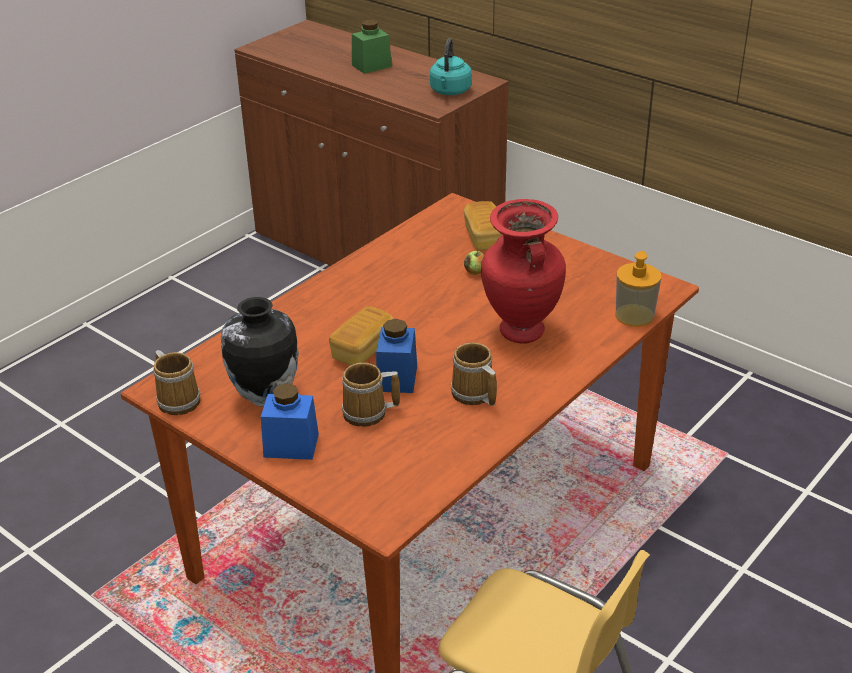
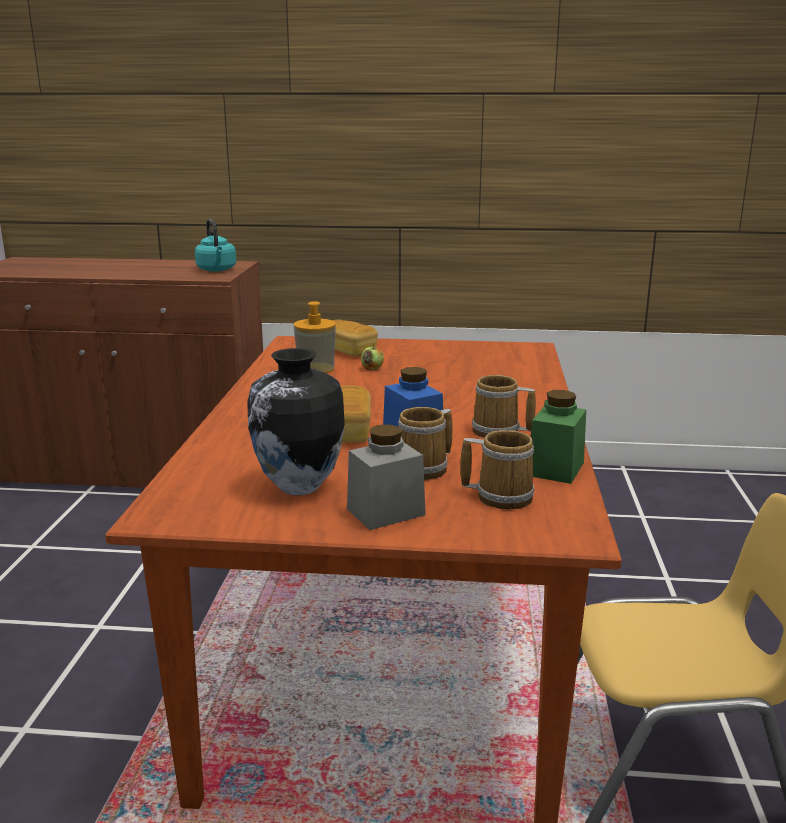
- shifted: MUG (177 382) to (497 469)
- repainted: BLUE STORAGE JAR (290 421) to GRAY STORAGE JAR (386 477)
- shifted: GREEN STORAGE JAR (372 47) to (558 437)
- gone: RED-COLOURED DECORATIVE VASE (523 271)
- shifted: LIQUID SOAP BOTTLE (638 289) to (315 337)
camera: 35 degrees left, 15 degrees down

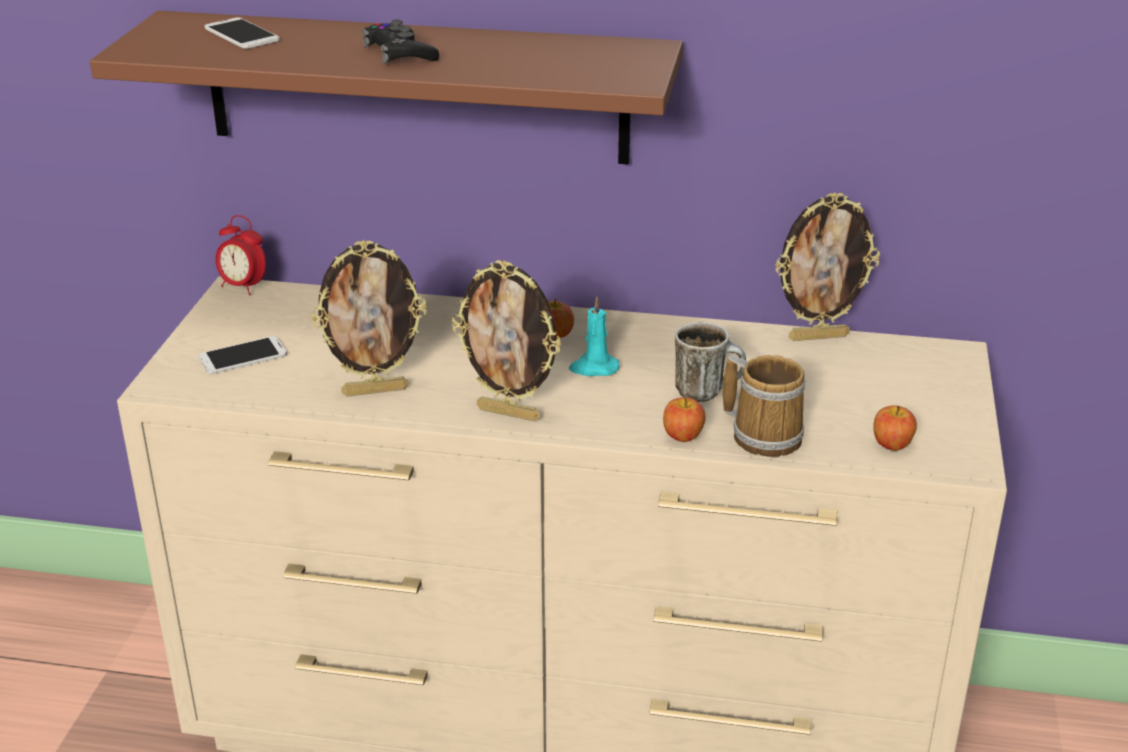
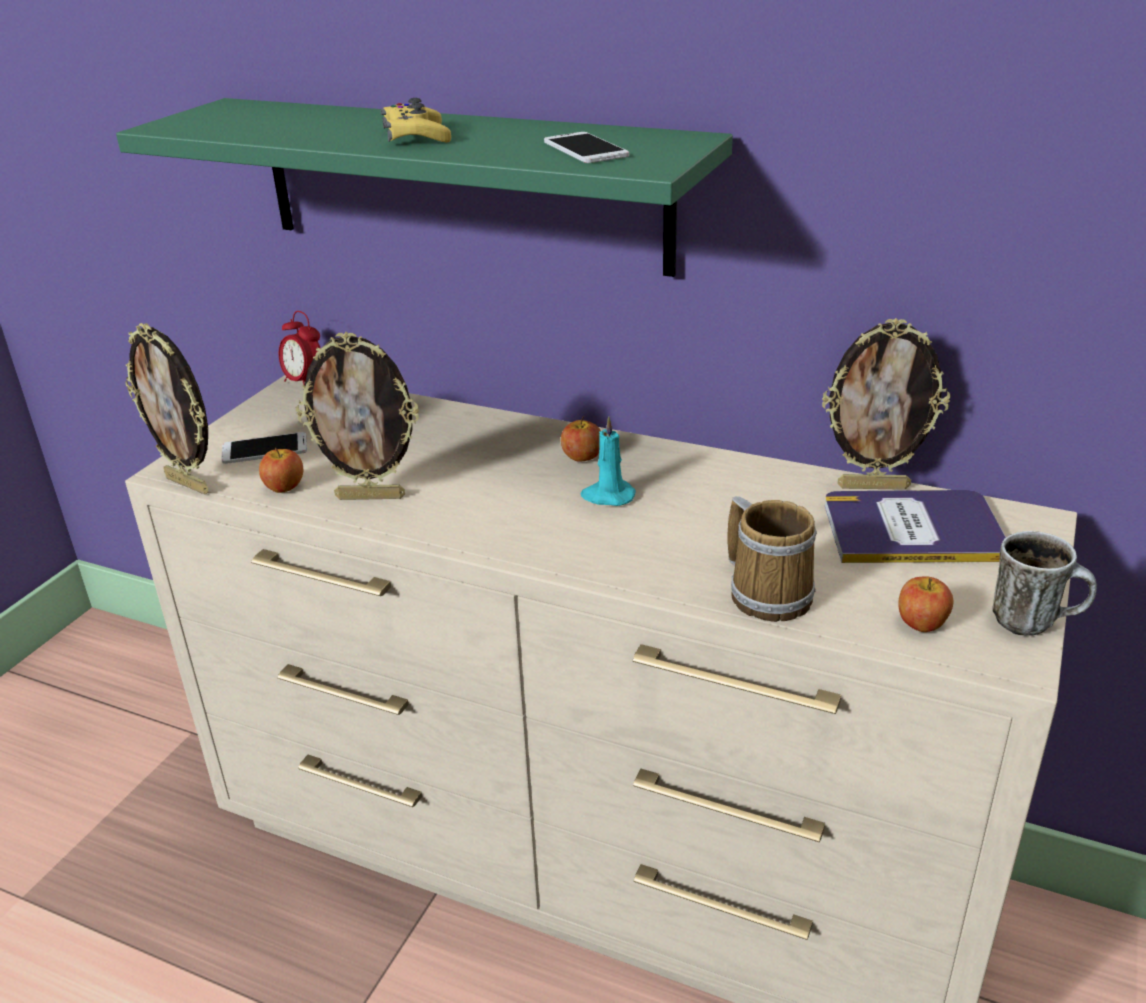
- repainted: BROWN-COLOURED WALL SHELF (386 88) to GREEN WALL SHELF (424 187)
- shifted: TELEPHONE (242 33) to (586 147)
- repainted: BLACKISH GAME CONTROLLER (400 41) to YELLOW GAME CONTROLLER (415 120)
- shifted: PHOTO FRAME (506 340) to (167 409)
- shifted: WHOLE APPLE (684 419) to (281 470)
- shifted: MUG (710 362) to (1044 583)
- new: VOLUME (915 526)
camera: 15 degrees right, 0 degrees up

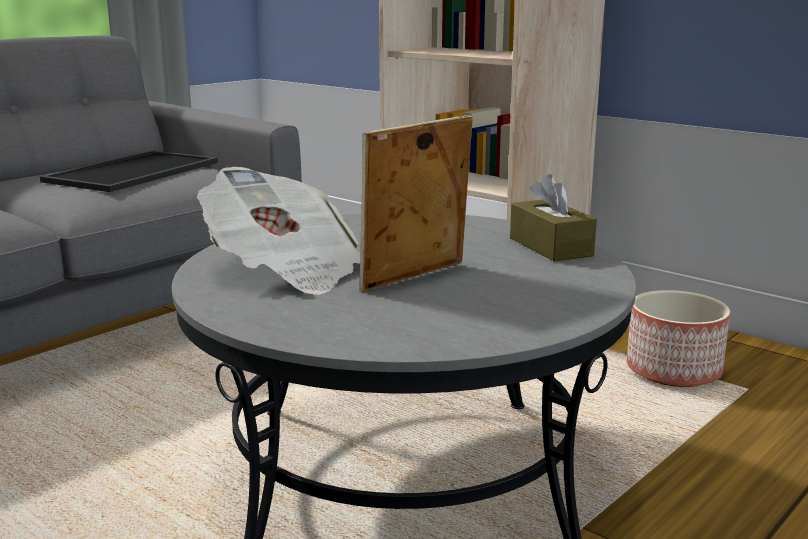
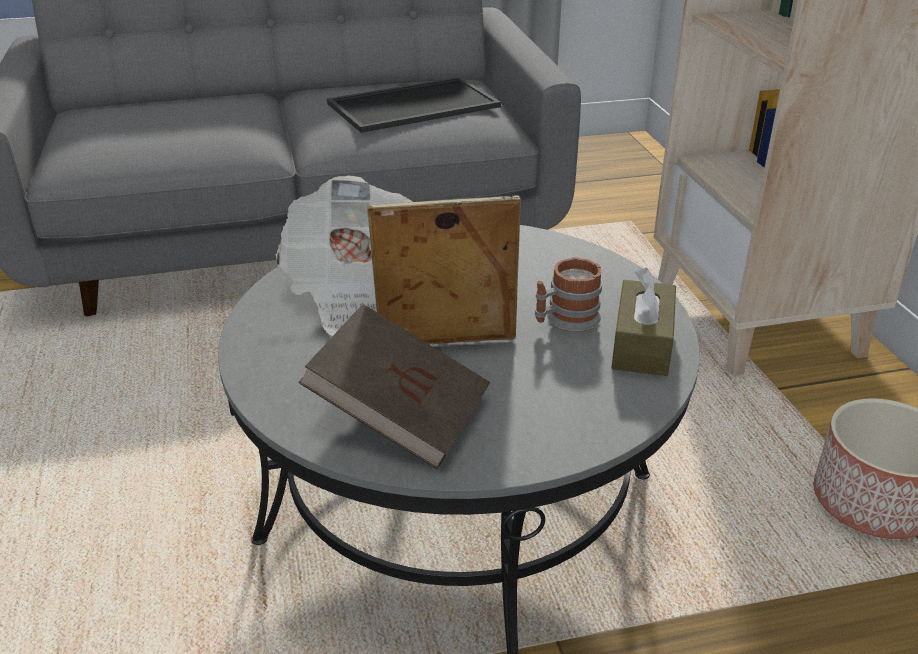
- new: BROWN-COLOURED VOLUME (394 386)
- new: MUG (569 294)
camera: 35 degrees right, 15 degrees up

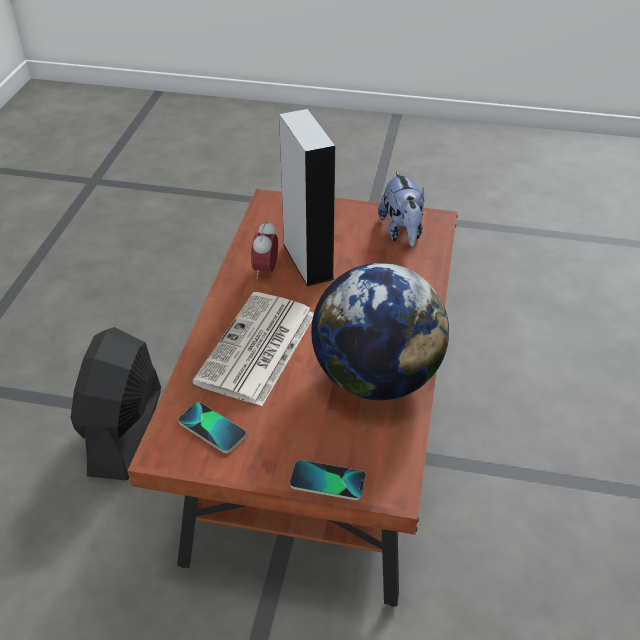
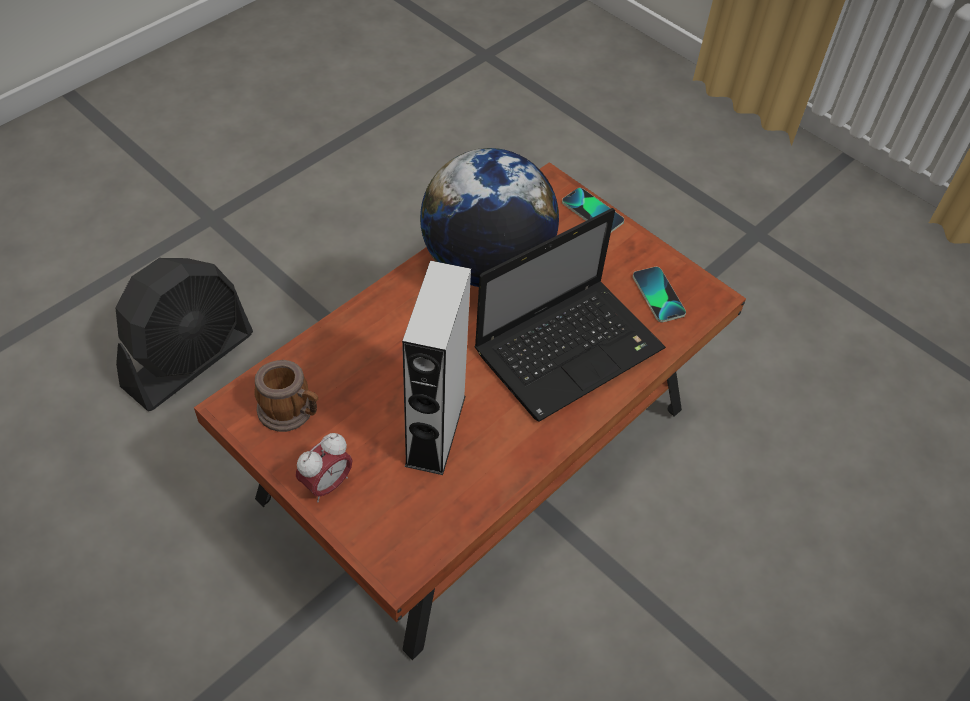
- shifted: BLACKISH COOLING FAN (116 404) to (184 334)
- swapped: PRINTED PAPER (253 349) to NOTEBOOK COMPUTER (570 315)
- shifted: ALARM CLOCK (264 250) to (324 467)
- swapped: SOFT TOY (401 209) to MUG (286 396)
camera: 150 degrees left, 10 degrees up

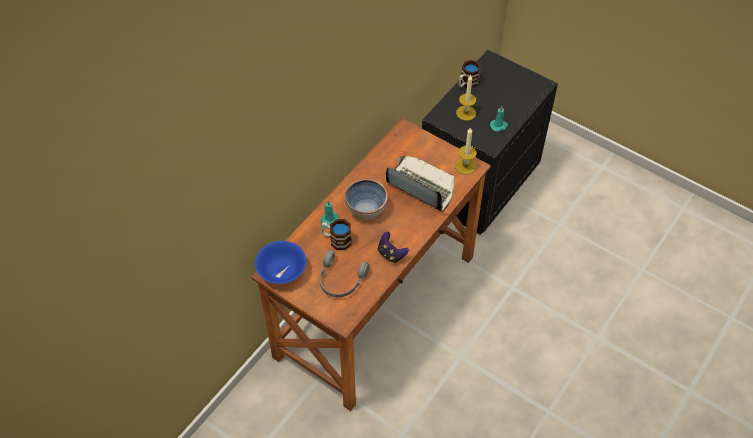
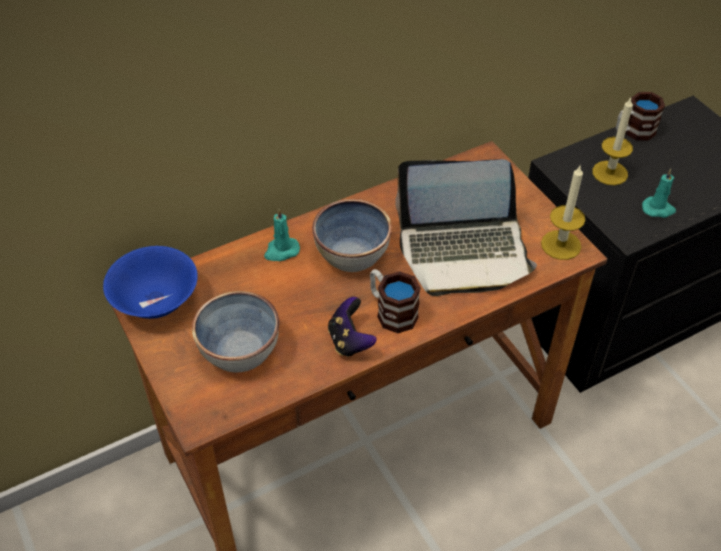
- swapped: GRAY HEADPHONES (344 273) to SERVING BOWL (235 332)
- shifted: MUG (336 234) to (395 301)
- rotated: NOTEBOOK COMPUTER (420 184) = (466 227) 120 degrees clockwise
camera: 25 degrees right, 5 degrees down

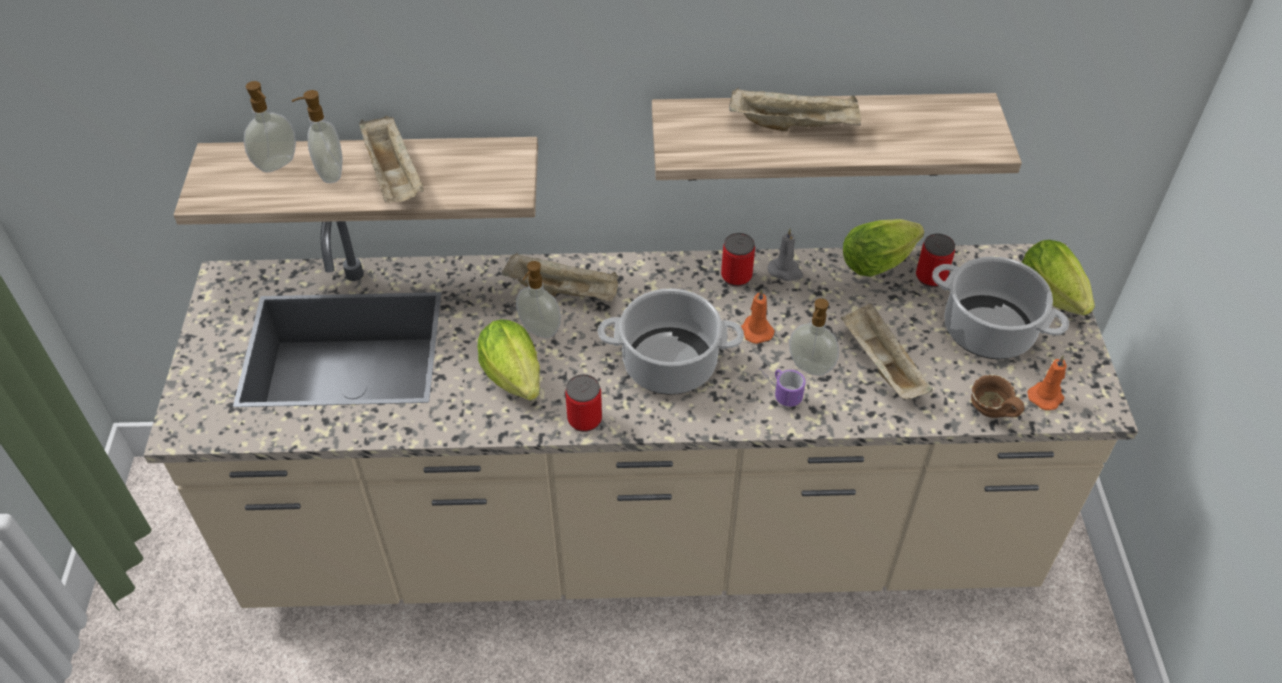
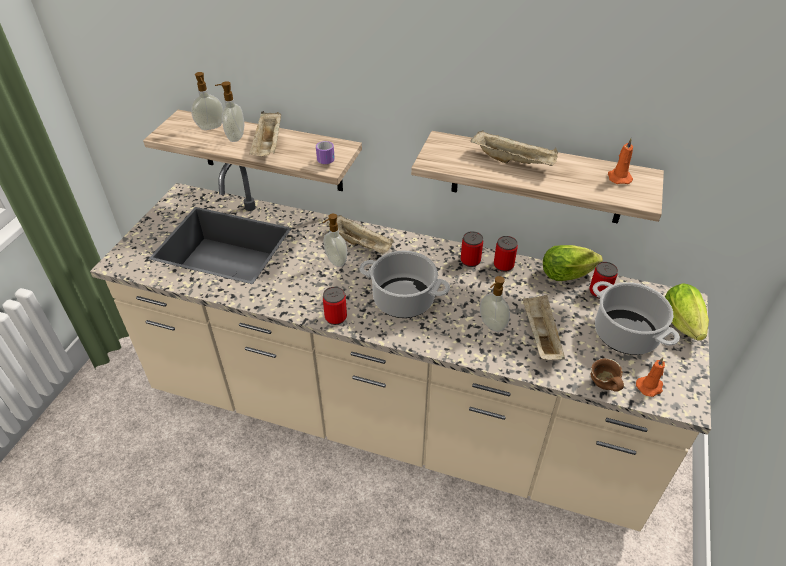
- gone: HEAD OF LETTUCE (509 360)
- shifted: ORANGEY WAX CANDLE (758 316) to (620 161)
- shifted: MUG (782 387) to (325 152)
- swapped: GRAY WAX CANDLE (785 254) to CAN (506 254)
camera: 20 degrees right, 5 degrees down

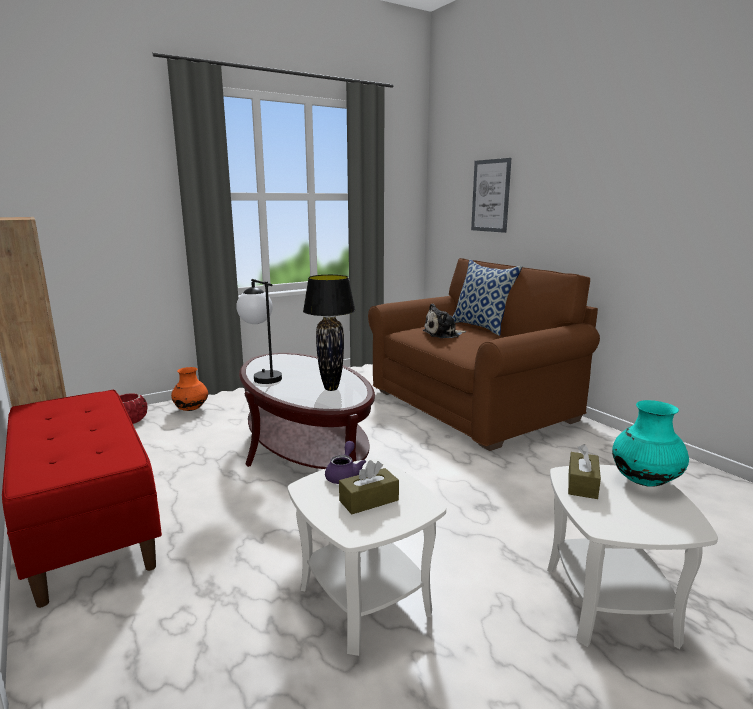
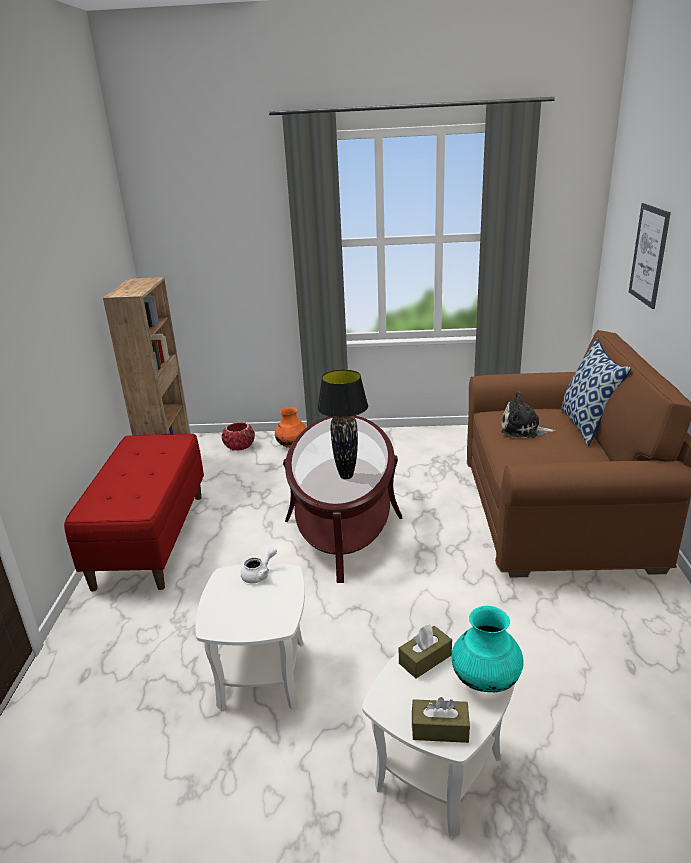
- gone: TABLE LAMP (259 331)
- repainted: PURPLISH TEA POT (345 462) to WHITISH TEA POT (259 565)
- shifted: BROWN-COLOURED BOX OF TISSUES (369 487) to (441 720)
camera: 35 degrees right, 10 degrees up

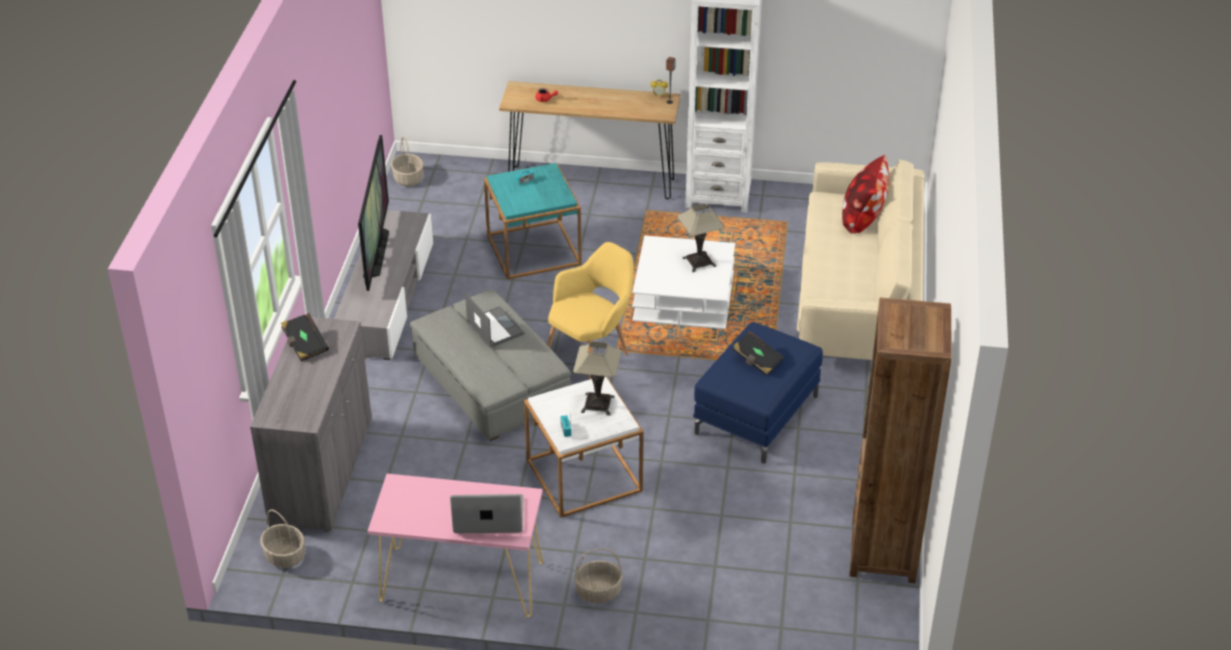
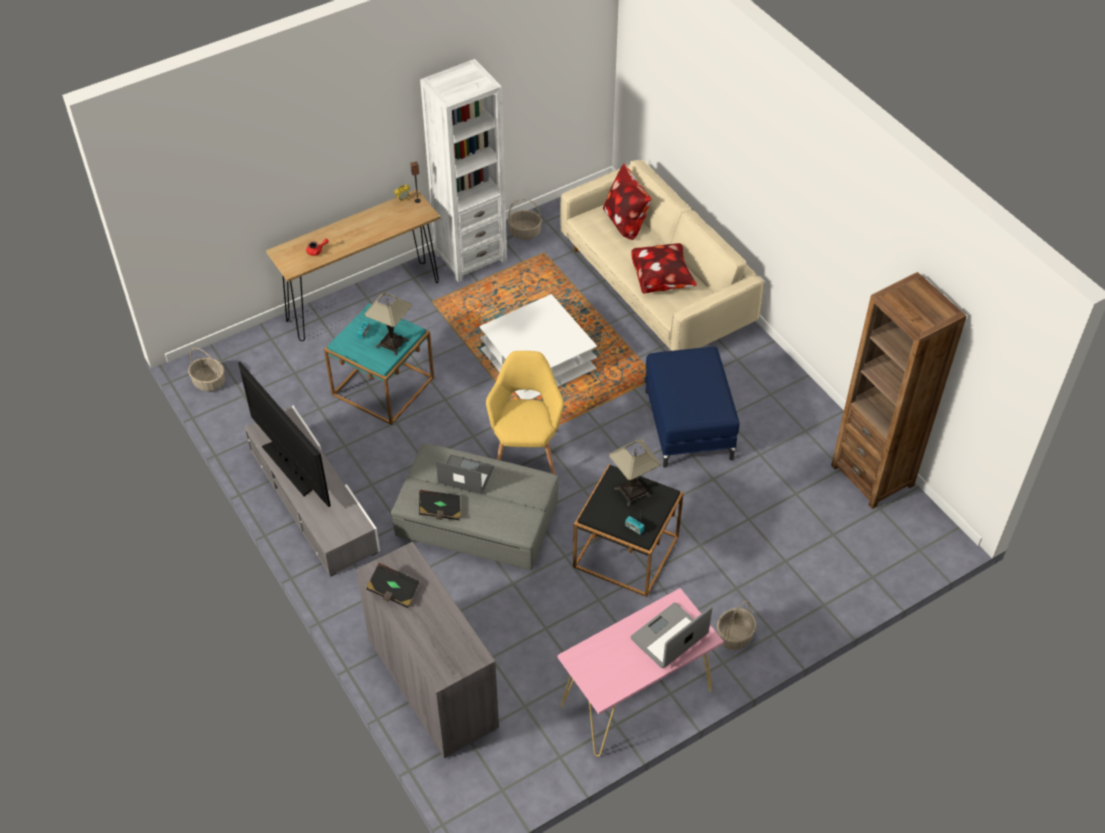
- shifted: HOUSEHOLD BASKET (282 538) to (525 219)
- repainted: WHITISH SIDE TABLE (584 447) to BLACKISH SIDE TABLE (628 530)
- shifted: TABLE LAMP (701 237) to (388 324)
- shifted: BLACKISH VOLUME (758 353) to (440 505)
- new: PILLOW (664 268)
camera: 40 degrees left, 10 degrees up

